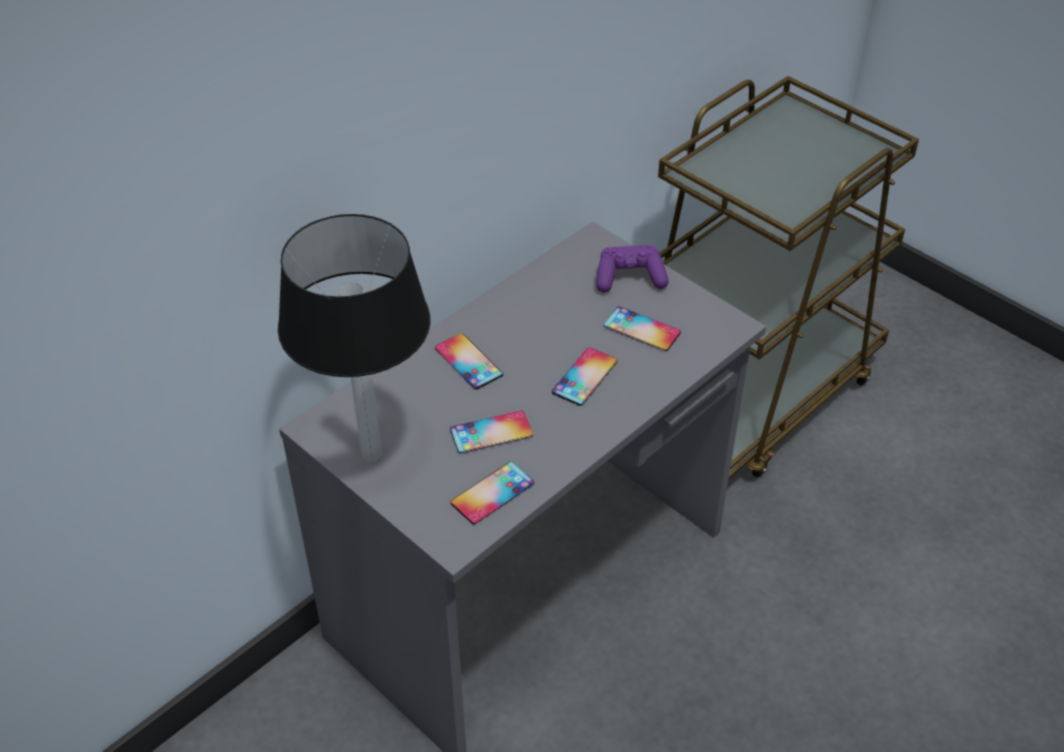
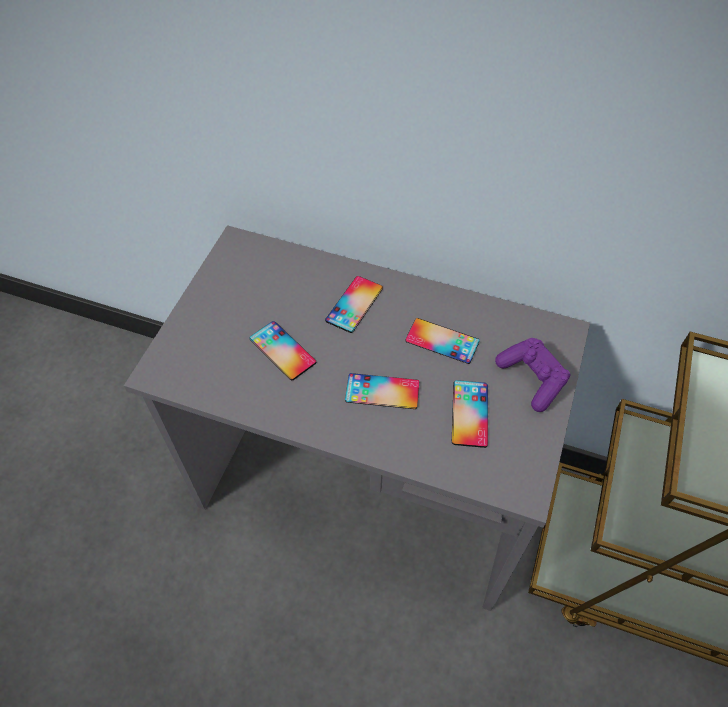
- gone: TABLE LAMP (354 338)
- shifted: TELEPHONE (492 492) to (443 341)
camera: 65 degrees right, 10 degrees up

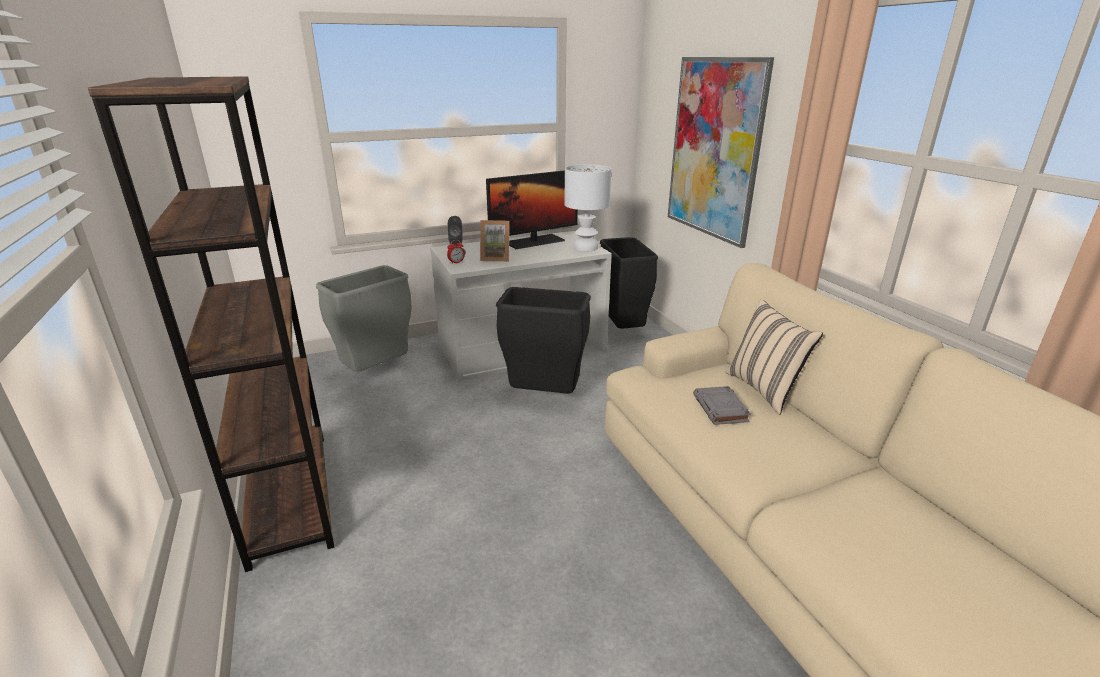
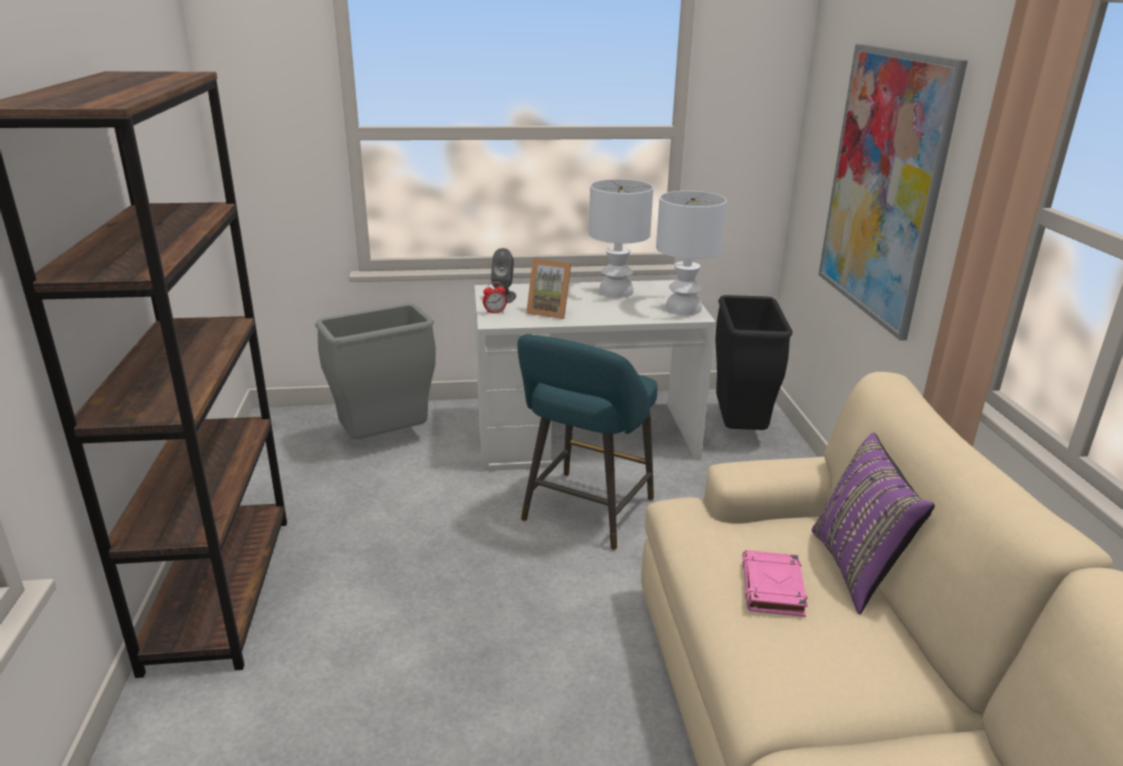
- swapped: COMPUTER SCREEN (532 209) to WHITISH TABLE LAMP (621 238)
- swapped: BLACKISH TRASH CAN (543 340) to TURQUOISE-COLOURED STOOL (587 442)
- repainted: GRAY VOLUME (722 405) to PINK-COLOURED VOLUME (775 583)
- repainted: SAND-COLOURED PILLOW (774 357) to PURPLISH PILLOW (873 523)
camera: 15 degrees right, 0 degrees up

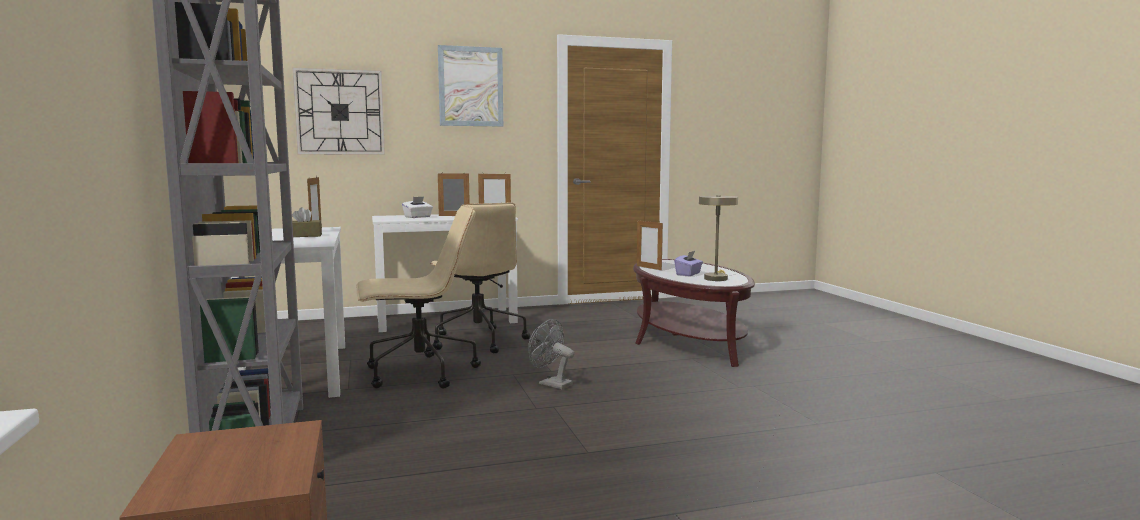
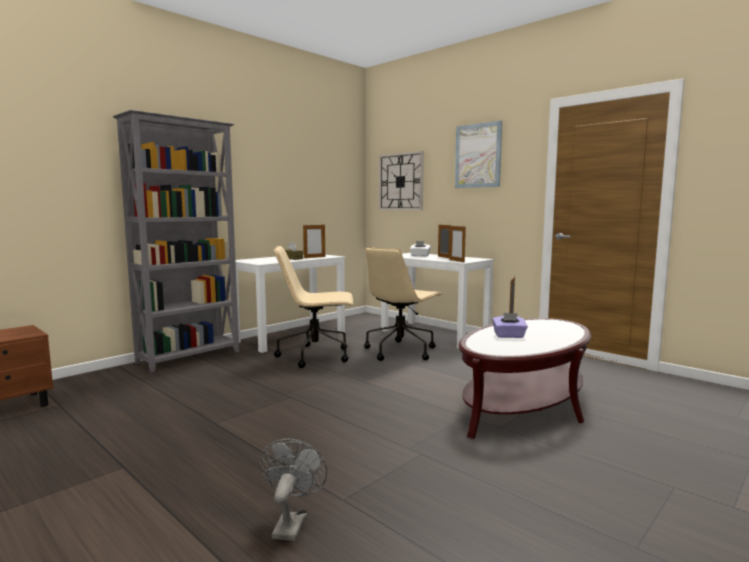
- rotated: SAND-COLOURED DESK CHAIR (418 297) = (313 307) 135 degrees clockwise
- shifted: GRAY COOLING FAN (551 354) to (293 490)
- gone: SAND-COLOURED TABLE LAMP (718 238)
camera: 60 degrees right, 0 degrees up

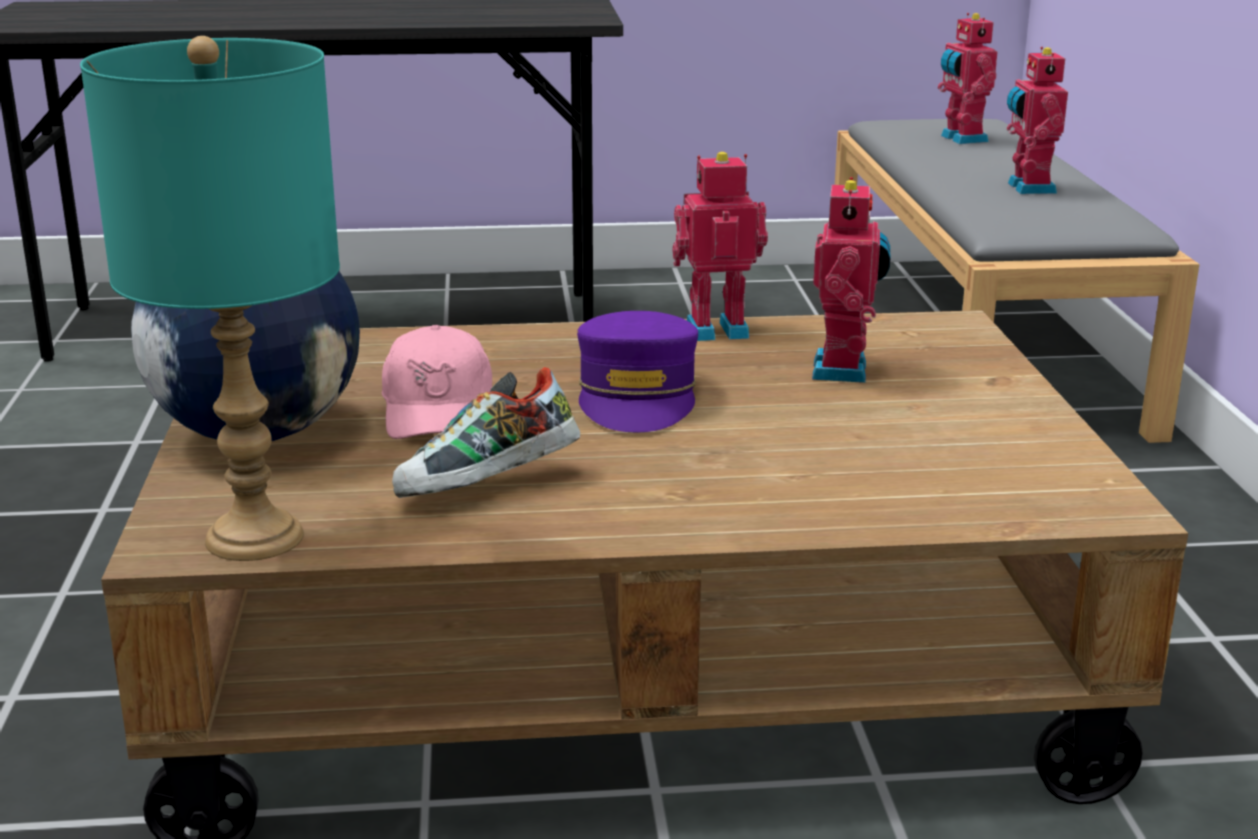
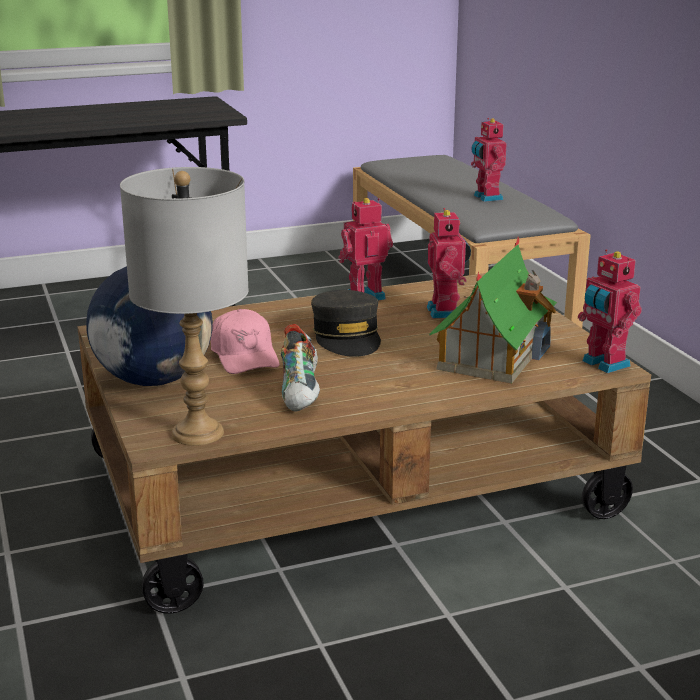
- repainted: TURQUOISE-COLOURED TABLE LAMP (210 298) to GRAY TABLE LAMP (184 306)
- rotated: LOW SHOE (486 432) = (300 368) 45 degrees counterclockwise
- repainted: PURPLISH BASEBALL CAP (637 371) to GRAY BASEBALL CAP (346 323)
- shifted: MODEL ROBOT (968 78) to (610 311)
- new: MINIATURE HOUSE (493 310)
camera: 15 degrees left, 0 degrees up

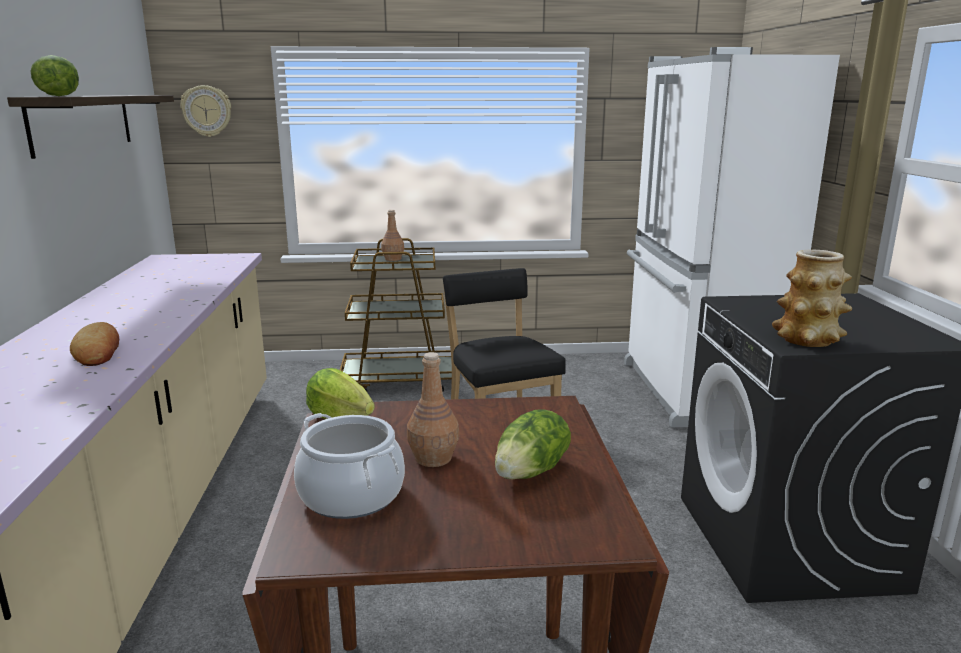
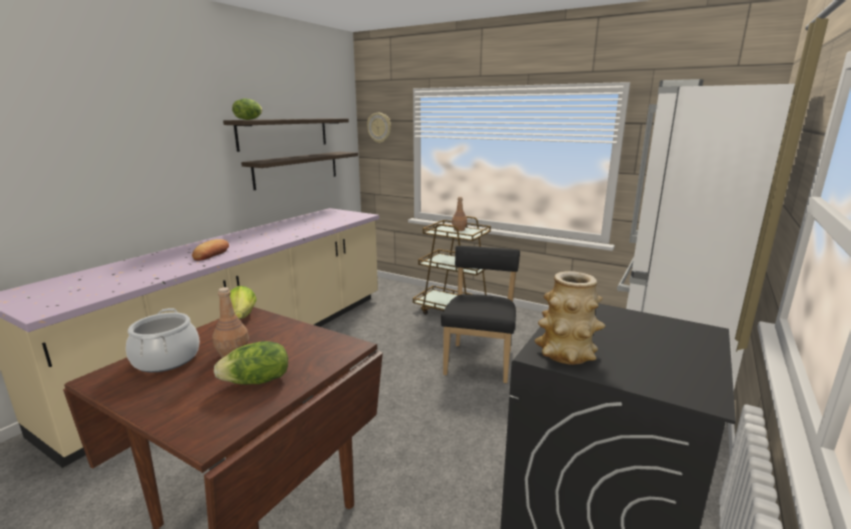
- new: WALL SHELF (299 171)
camera: 35 degrees right, 0 degrees up

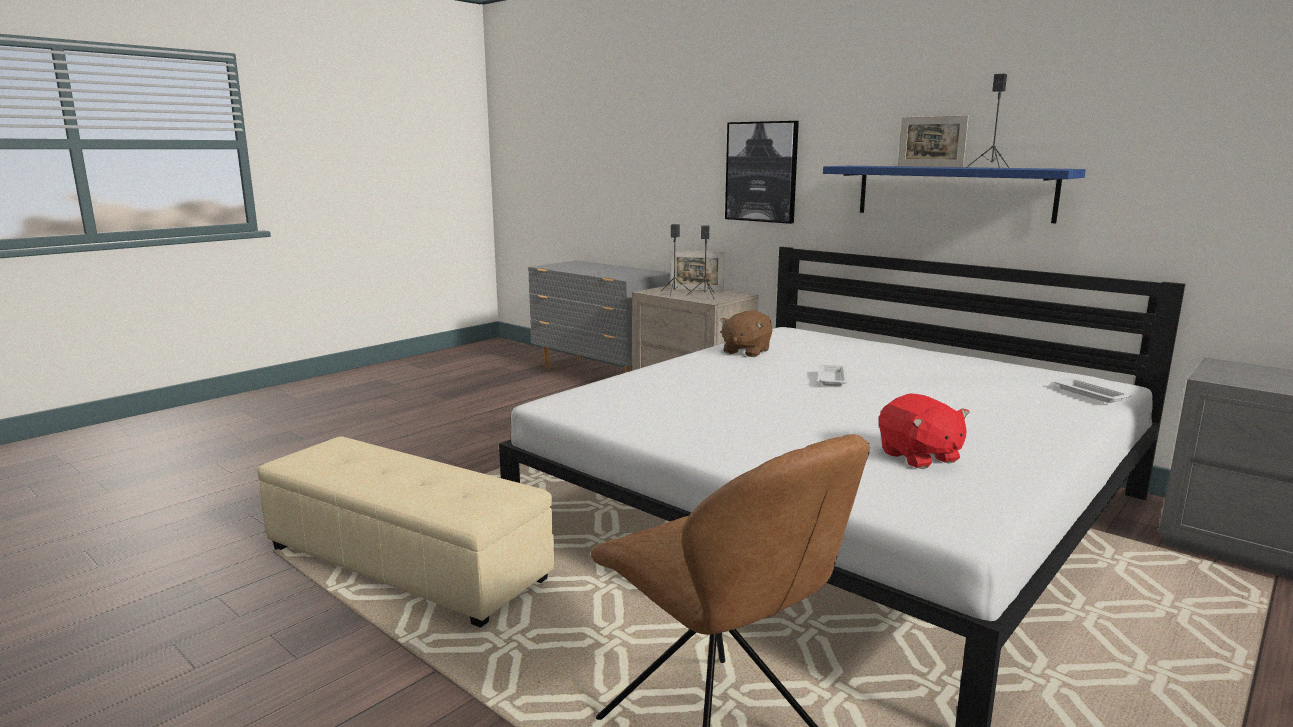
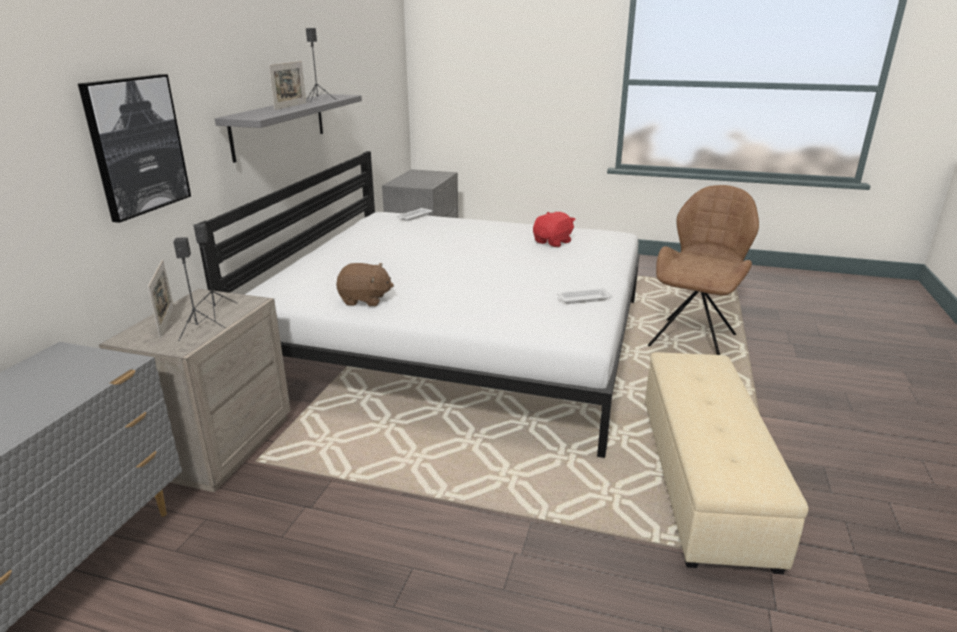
- shifted: WHITISH CARRYING TRAY (833 375) to (584 296)
- repainted: BLUE WALL SHELF (954 194) to GRAY WALL SHELF (288 128)
camera: 115 degrees left, 10 degrees up

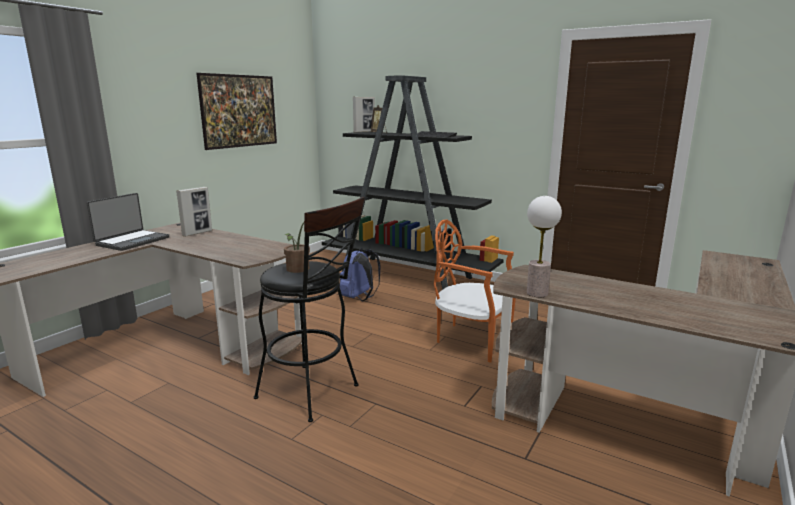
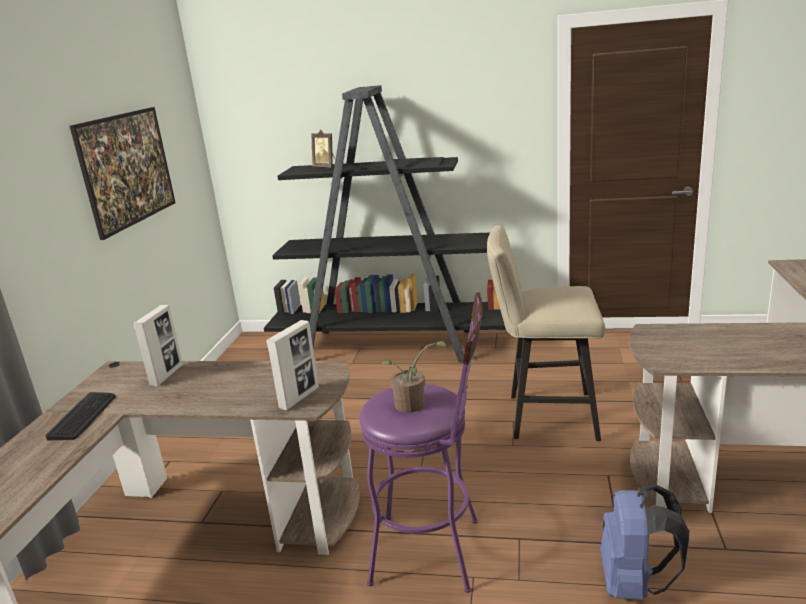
- swapped: NOTEBOOK COMPUTER (127 222) to KEYBOARD (81 416)
- repainted: BLACKISH STOOL (309 309) to PURPLISH STOOL (421 442)
- shifted: BLUE BACKPACK (360 275) to (644 542)
- shifted: PHOTO FRAME (364 114) to (292 365)
- swapped: ORANGEY UPRIGHT CHAIR (475 291) to SAND-COLOURED STOOL (546 333)
- gone: TABLE LAMP (544 246)
camera: 20 degrees left, 5 degrees up

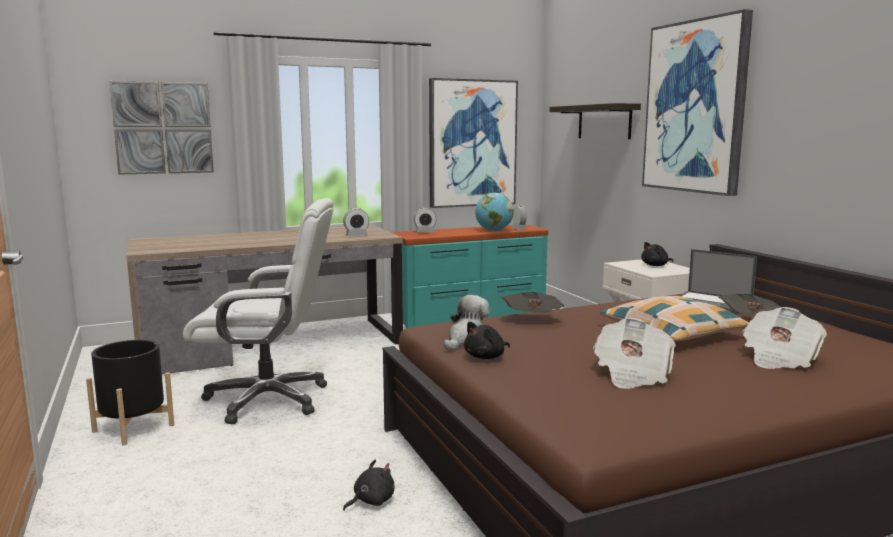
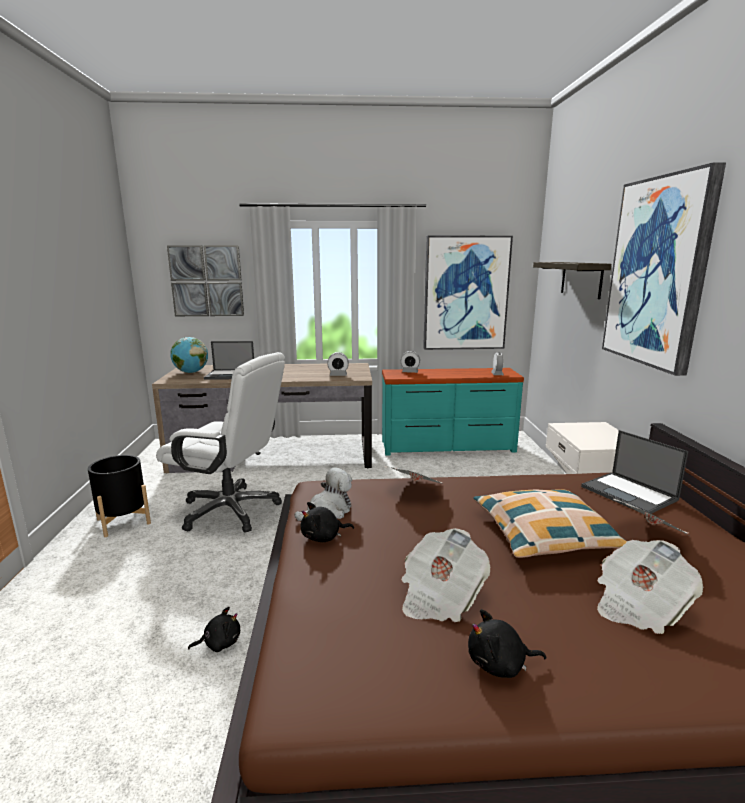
- shifted: GLOBE (494 212) to (189 355)
- shifted: BLACKISH SOFT TOY (657 254) to (507 643)
- new: NOTEBOOK COMPUTER (229 360)
camera: 20 degrees right, 5 degrees up

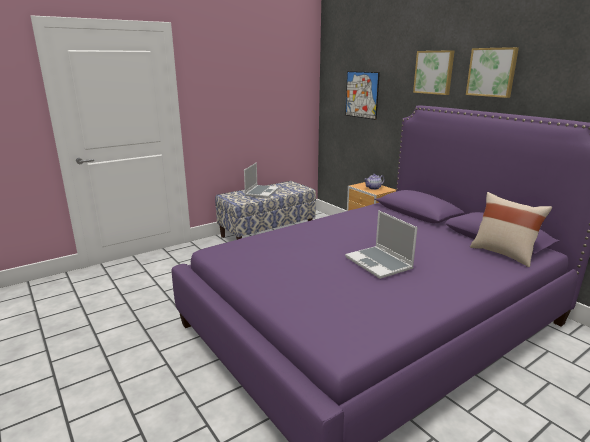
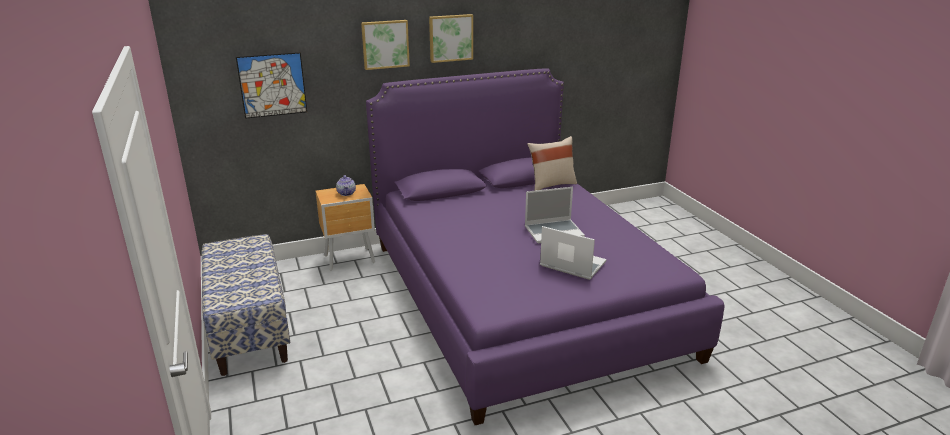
- shifted: NOTEBOOK COMPUTER (261 180) to (573 253)
camera: 75 degrees left, 5 degrees up

